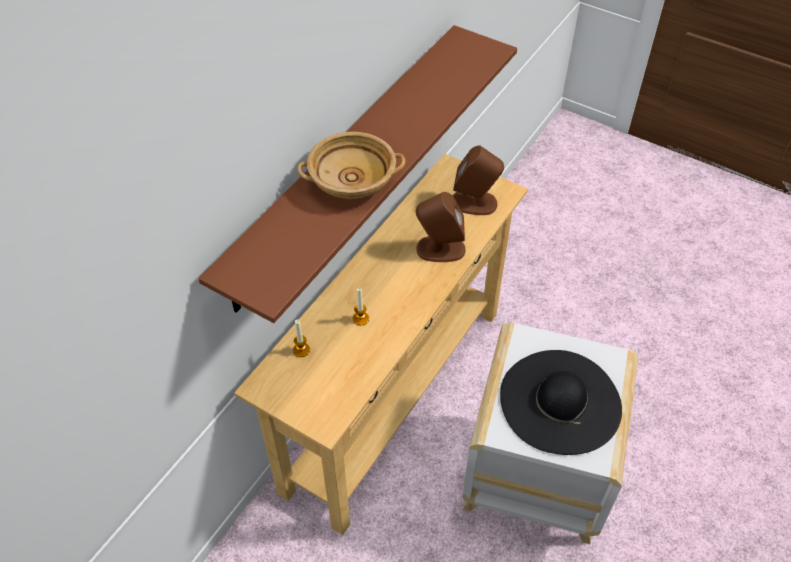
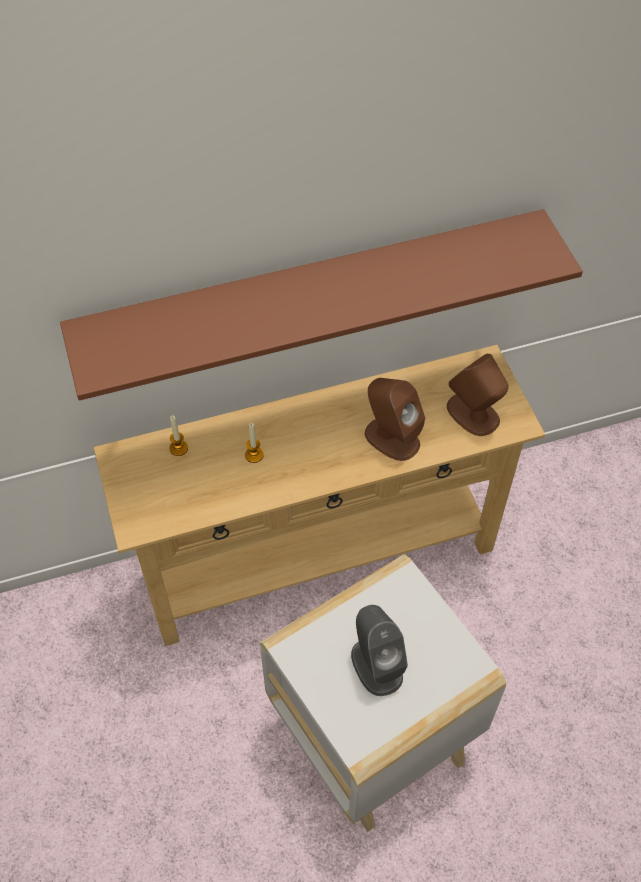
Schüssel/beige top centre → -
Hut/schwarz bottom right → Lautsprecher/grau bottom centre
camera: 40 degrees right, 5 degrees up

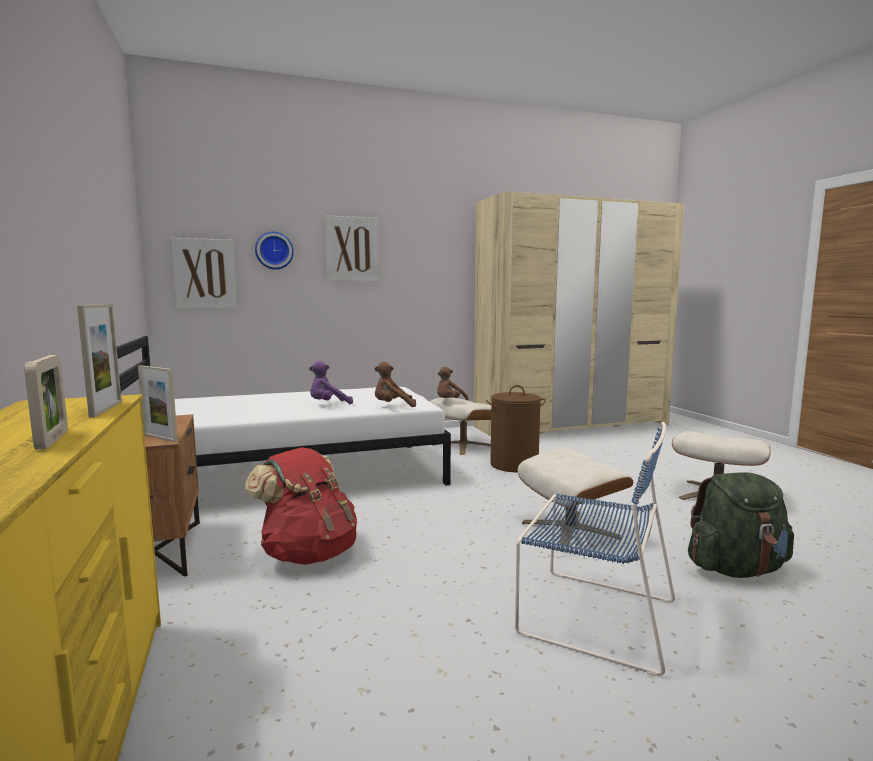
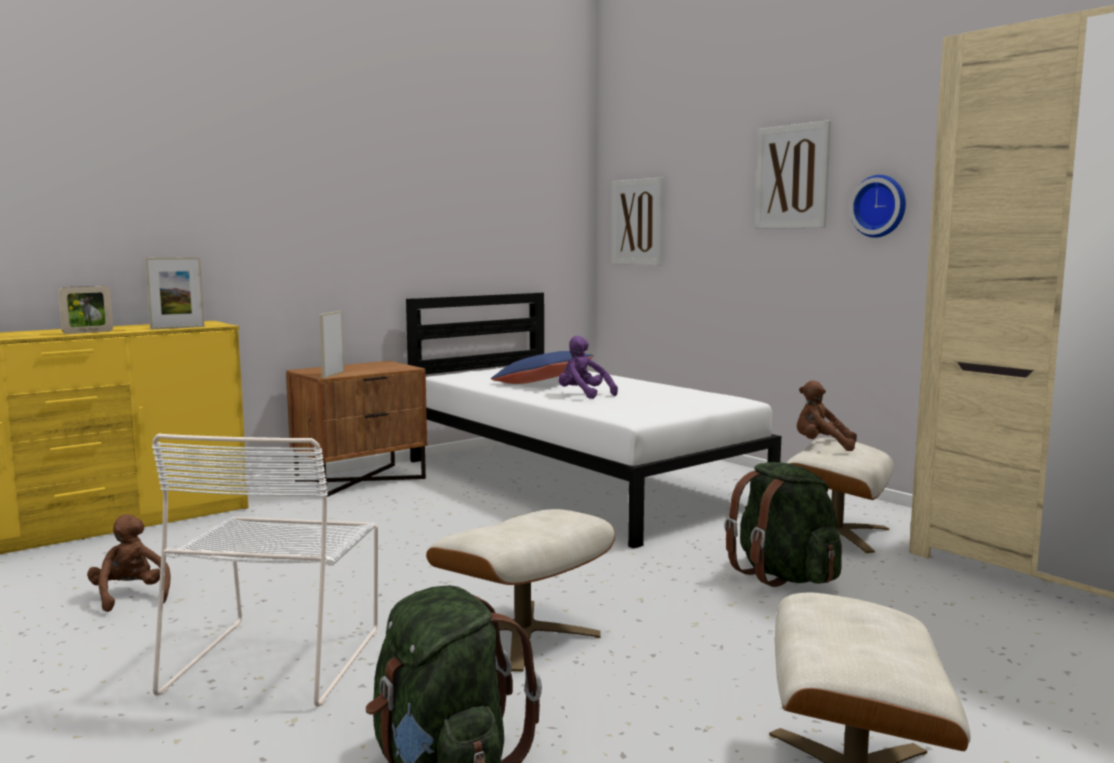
Rucksack/rot centre → -
Wanduhr top left → Wanduhr top right, relocated
Plüschtier/braun (no. 1 from left) centre → Plüschtier/braun (no. 1 from left) bottom left, relocated
Wäschekorb/braun centre → Rucksack/grün (no. 2 from left) bottom right
Stuhl/blau bottom right → Stuhl/weiß bottom left
- → Kissen/blau centre
camera: 70 degrees right, 0 degrees up

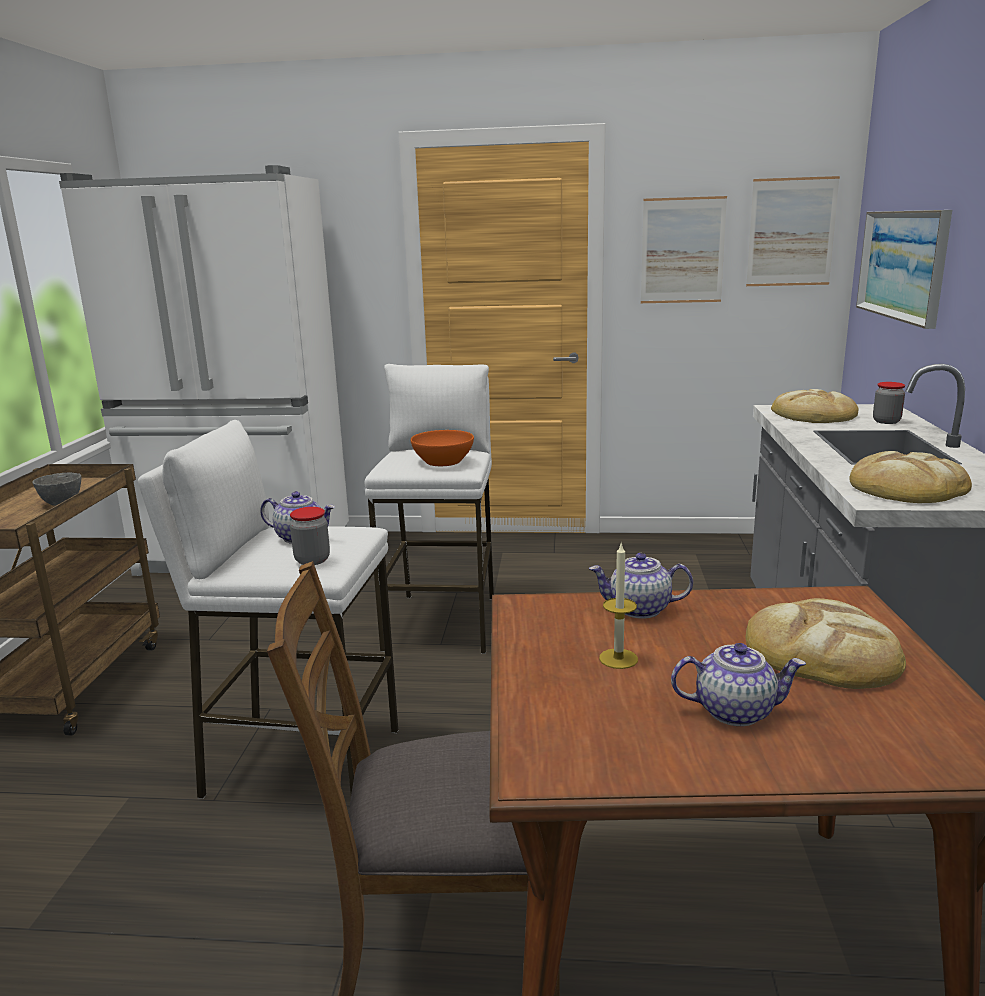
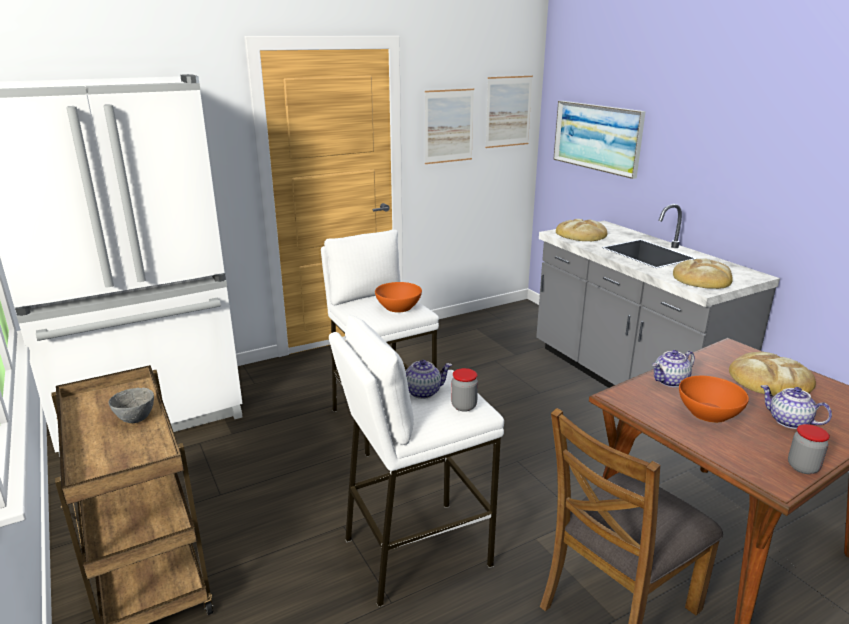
Kerze centre → Schüssel/orange (no. 2 from left) middle right
Teekanne (no. 3 from left) bottom right → Teekanne (no. 3 from left) middle right, 105 degrees counterclockwise
Vorratsglas (no. 2 from left) middle right → Vorratsglas (no. 2 from left) bottom right, relocated
camera: 35 degrees left, 5 degrees up

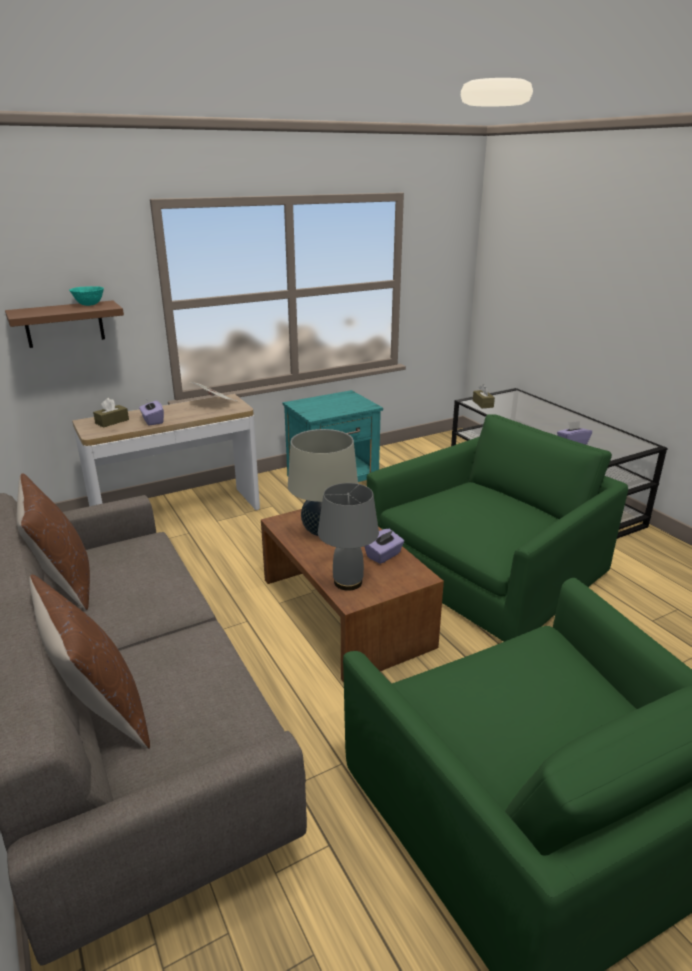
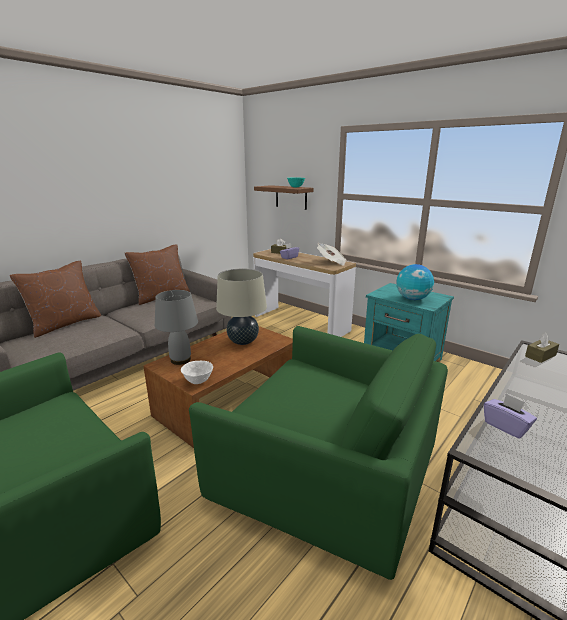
Taschentuchbox/lila (no. 2 from left) centre → -
- → Schüssel/weiß centre
- → Globus middle right
camera: 70 degrees right, 5 degrees down

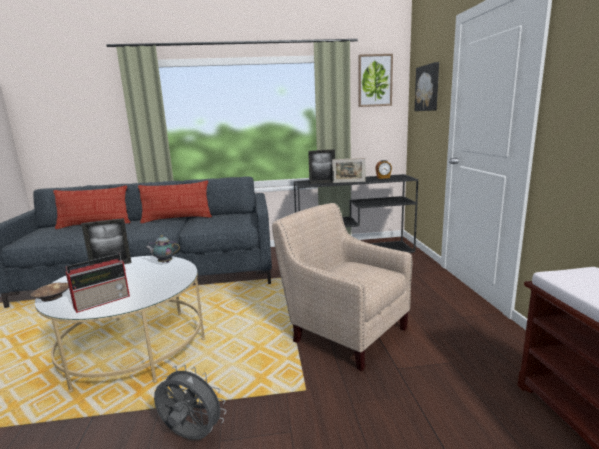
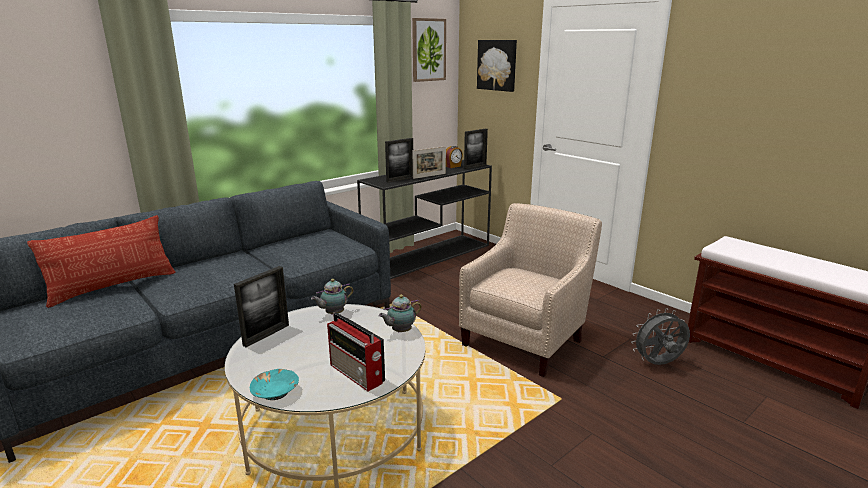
Schüssel/braun middle left → Schüssel/türkis bottom left
Radio middle left → Radio bottom centre, 120 degrees clockwise
Kissen (no. 2 from left) middle left → -
Ventilator/grau bottom left → Ventilator/grau bottom right, relocated
Sessel/beige centre, 120 degrees clockwise
- → Teekanne (no. 2 from left) centre
- → Bilderrahmen (no. 4 from left) top centre
camera: 35 degrees left, 5 degrees up

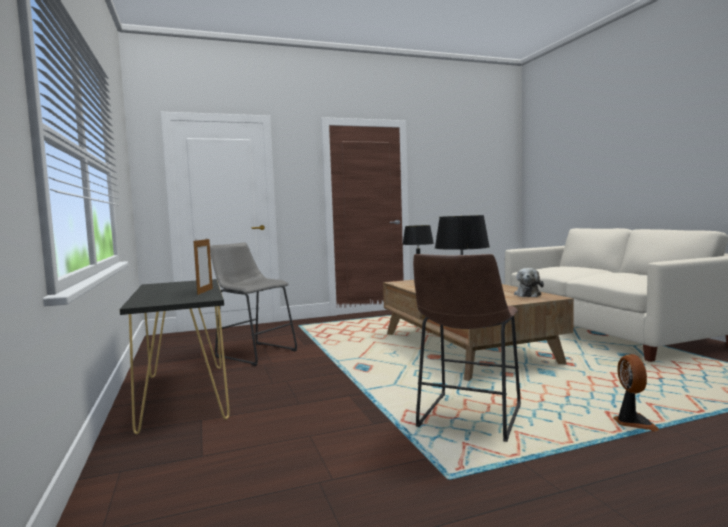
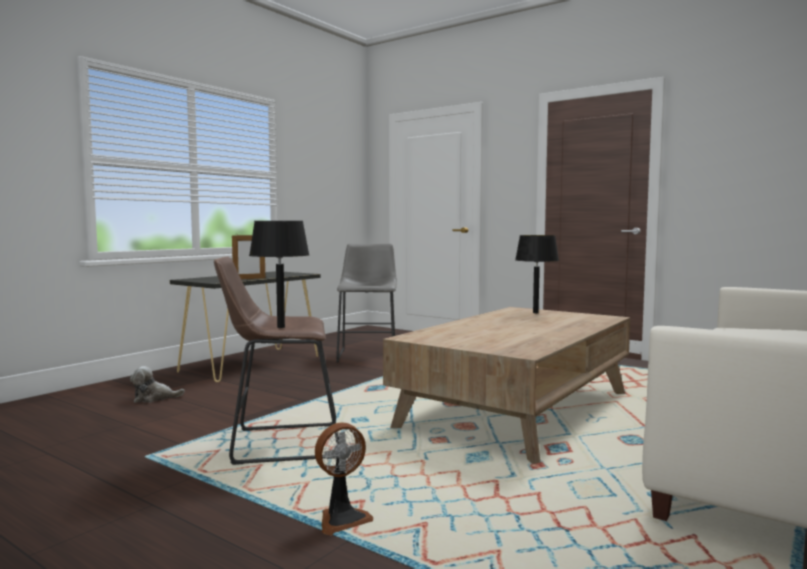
Plüschtier middle right → Plüschtier bottom left, relocated
camera: 55 degrees right, 0 degrees up

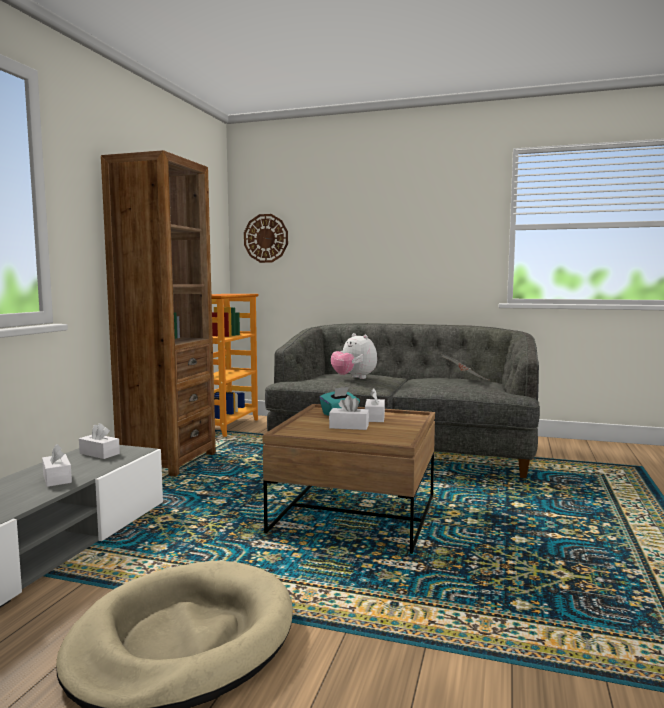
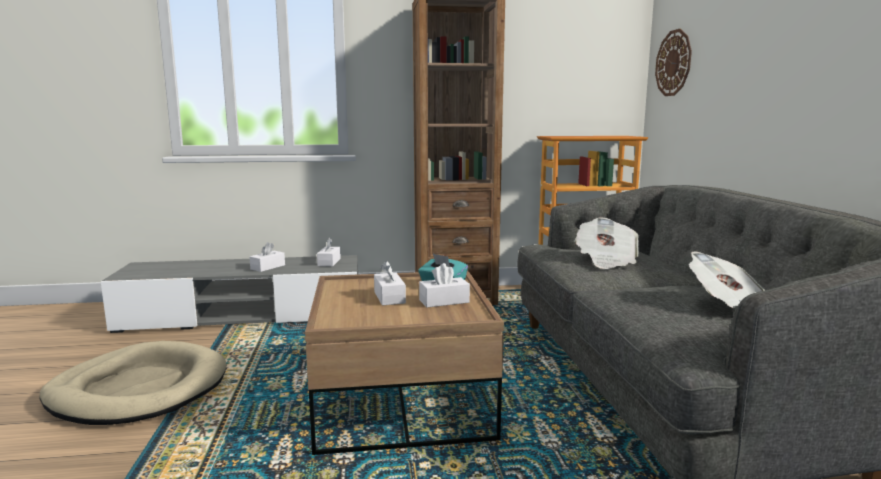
Plüschtier centre → Zeitung (no. 1 from left) middle right
camera: 65 degrees right, 5 degrees up

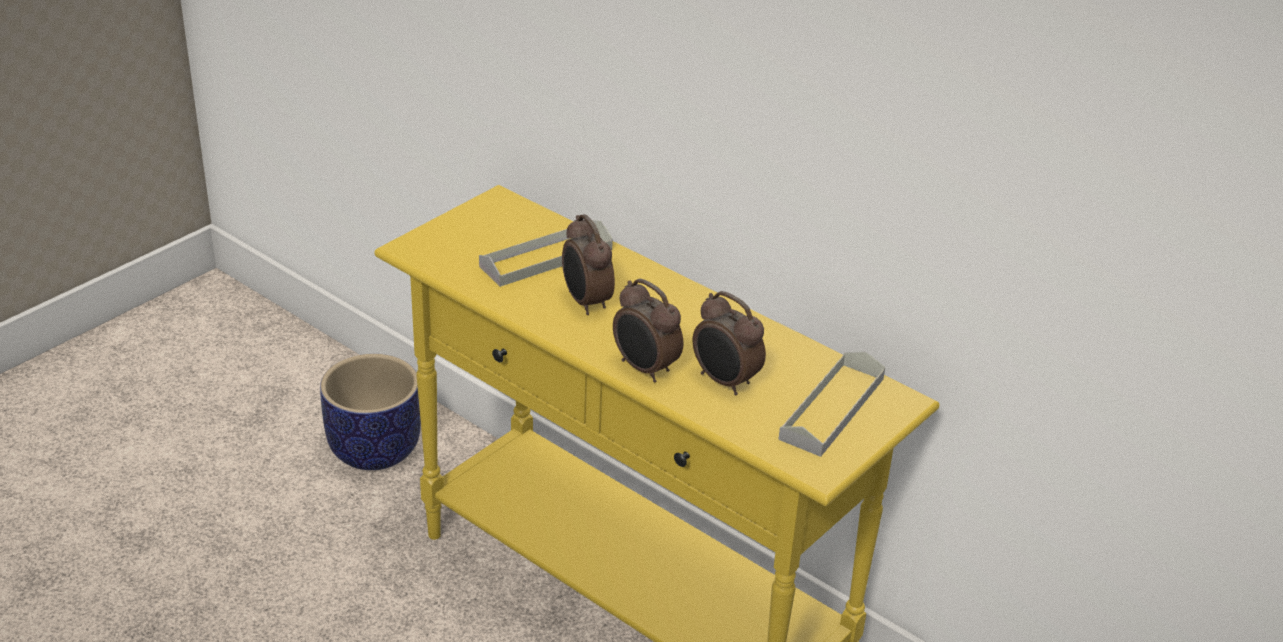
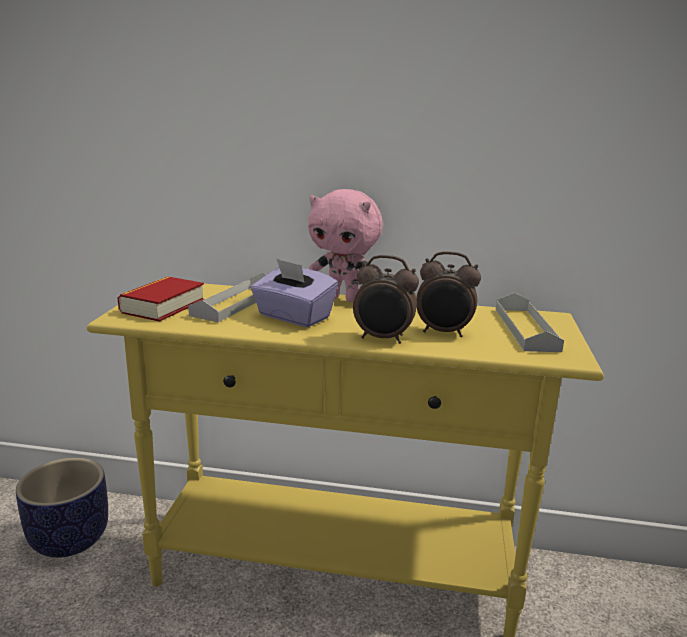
Wecker (no. 1 from left) centre → Taschentuchbox/lila centre
- → Buch middle left
- → Plüschtier/rosa centre
camera: 30 degrees left, 15 degrees down

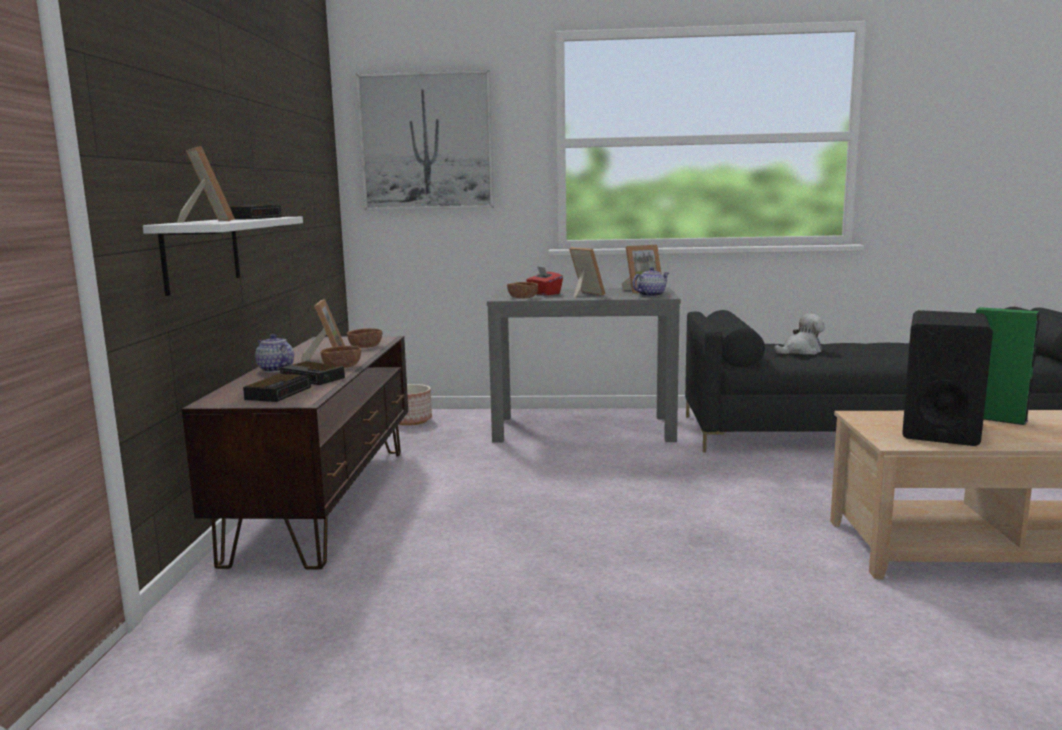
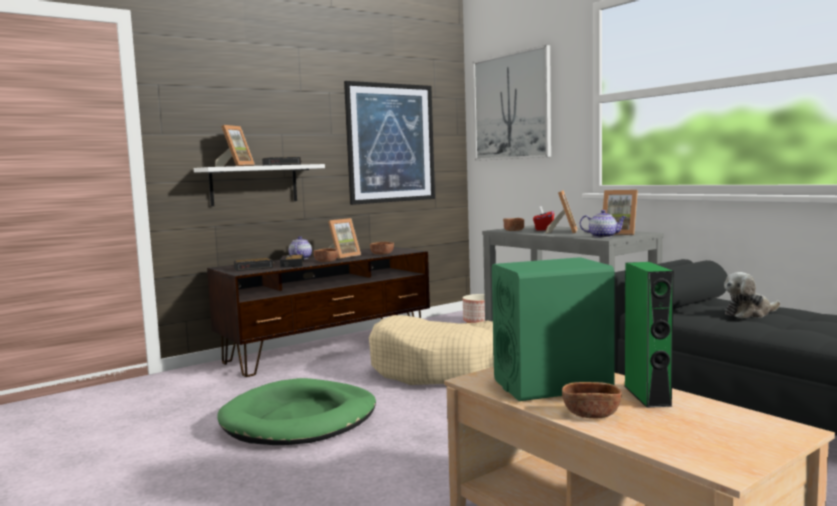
Plüschtier middle right, 135 degrees clockwise
Lautsprecher/schwarz middle right → Lautsprecher/grün (no. 1 from left) centre
- → Hundebett/grün bottom centre
- → Bild (no. 1 from left) top centre
- → Hundebett/beige bottom centre
- → Schüssel/braun (no. 4 from left) bottom right
camera: 50 degrees right, 5 degrees down

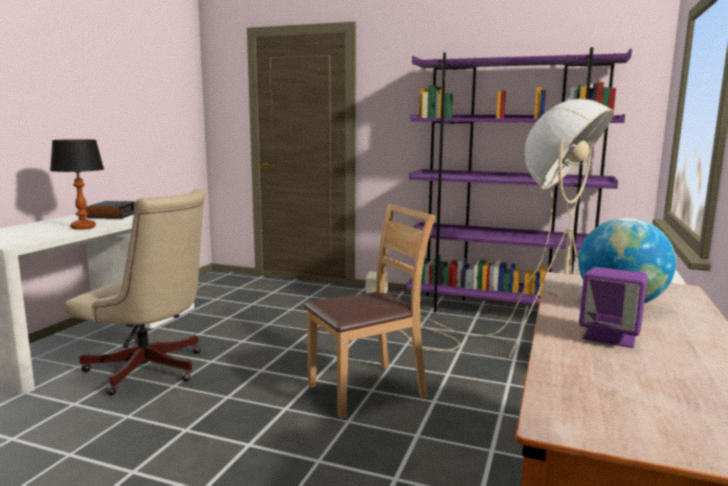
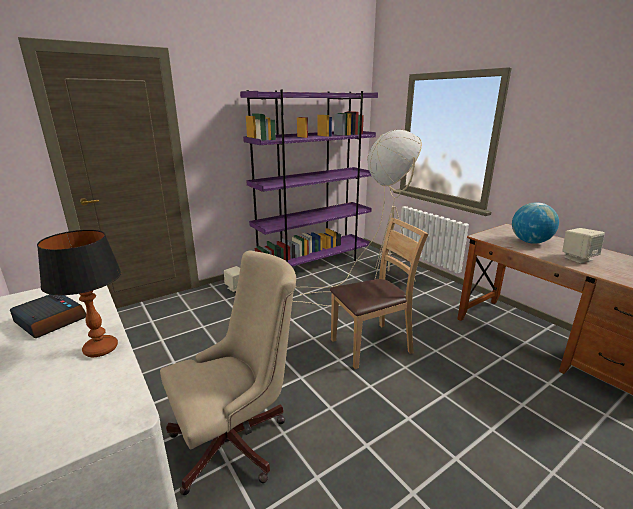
Stuhl/braun centre, 60 degrees clockwise
Lautsprecher/lila middle right → Lautsprecher/beige (no. 2 from left) middle right
camera: 55 degrees left, 10 degrees up

